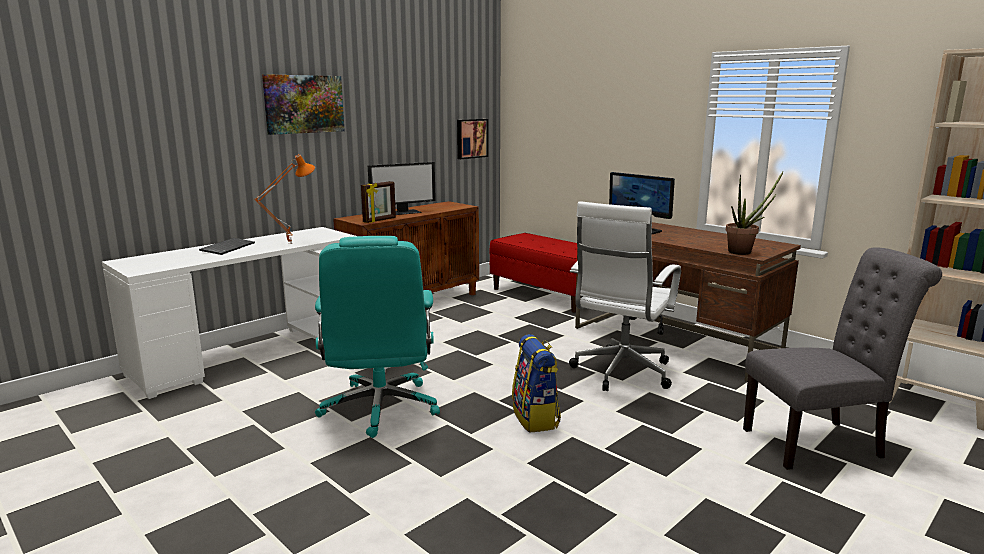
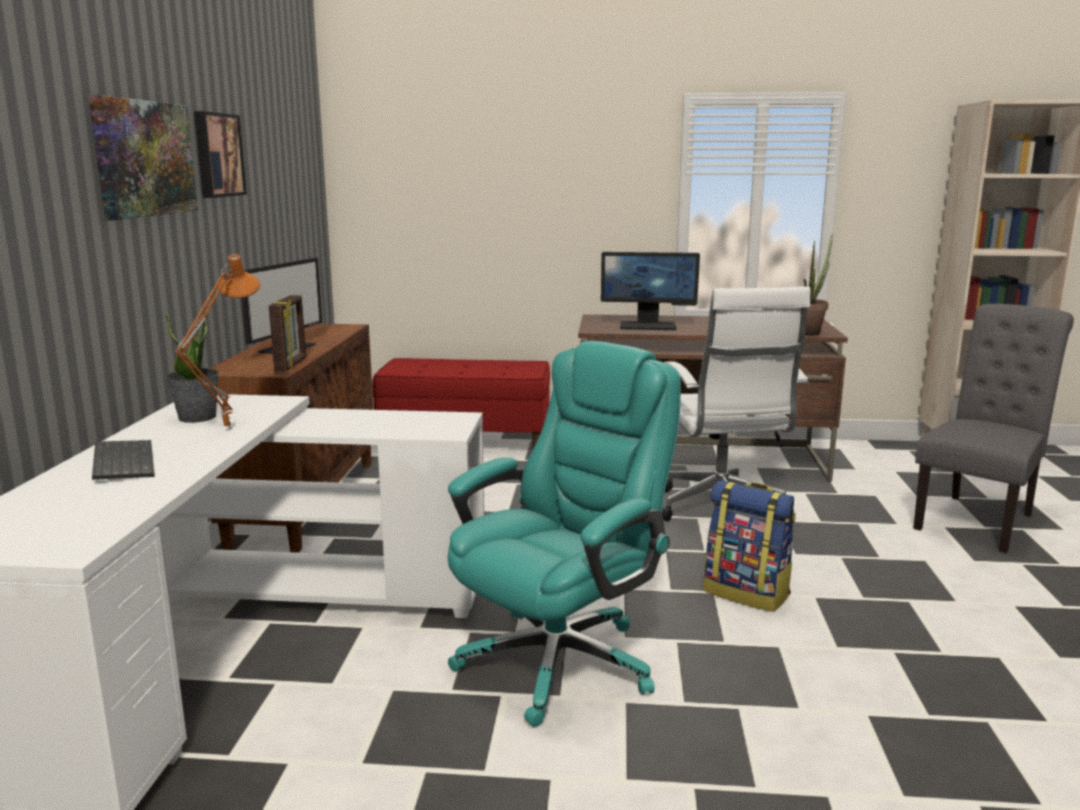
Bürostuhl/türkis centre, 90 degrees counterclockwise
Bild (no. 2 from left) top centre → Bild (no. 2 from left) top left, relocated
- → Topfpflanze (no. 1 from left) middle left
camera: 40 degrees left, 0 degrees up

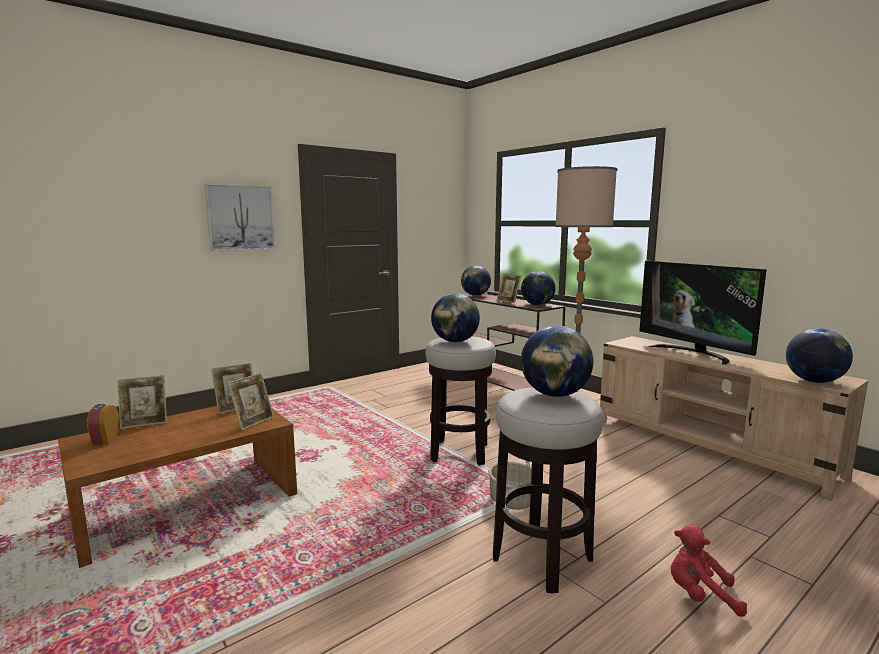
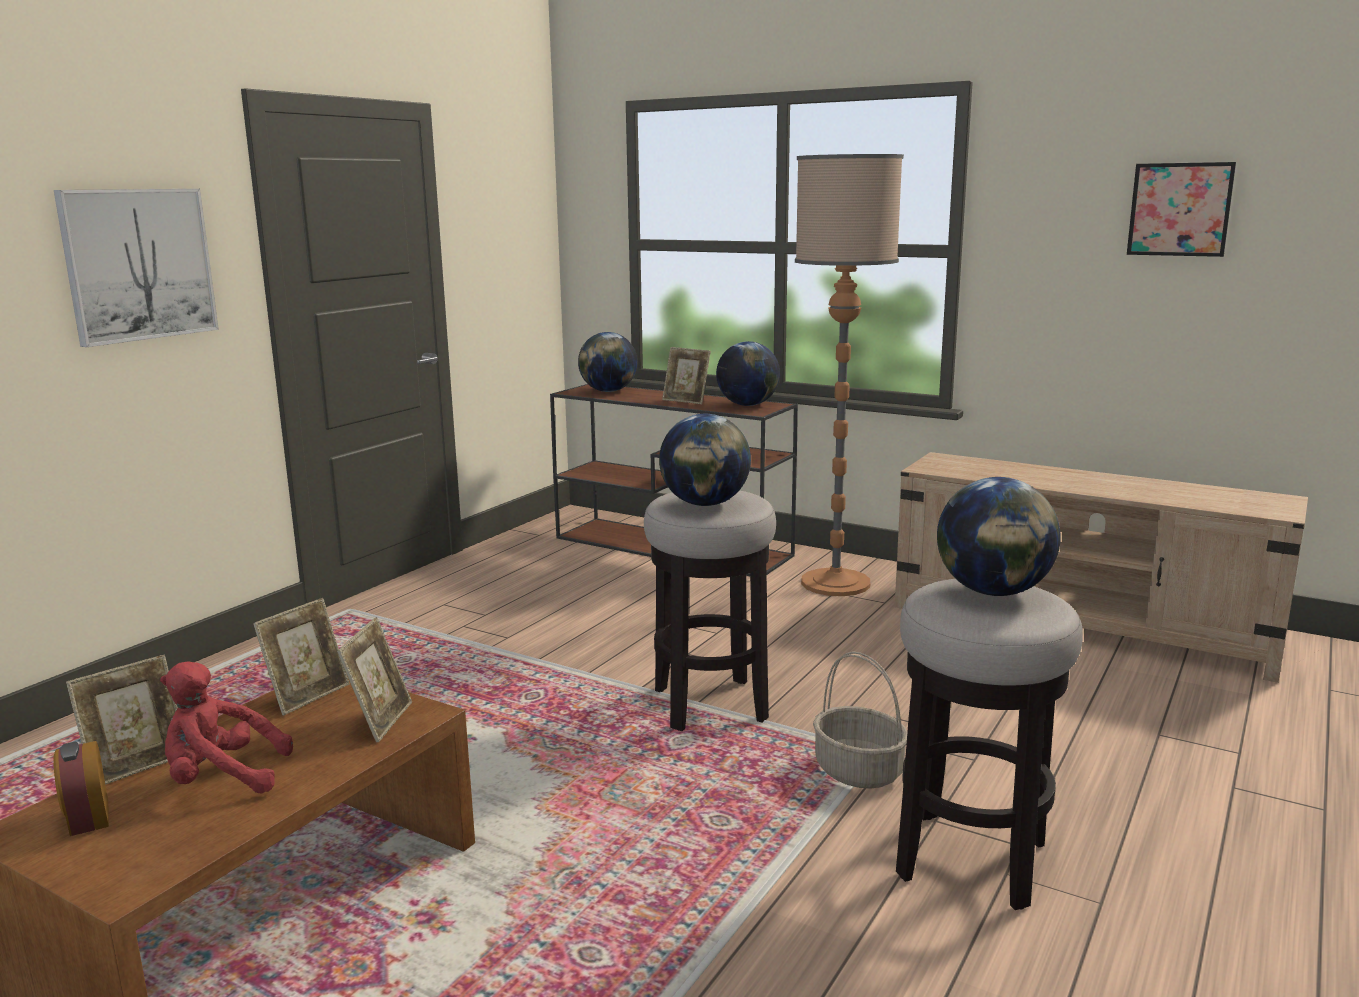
Fernseher middle right → -
Plüschtier/rot bottom right → Plüschtier/rot bottom left, relocated
Globus (no. 5 from left) middle right → -
- → Bild (no. 2 from left) top right
camera: 20 degrees left, 5 degrees up

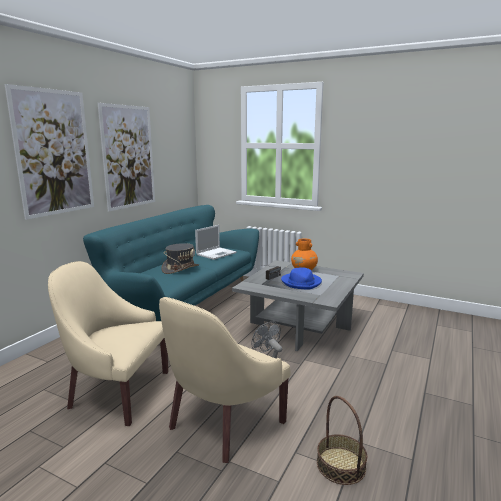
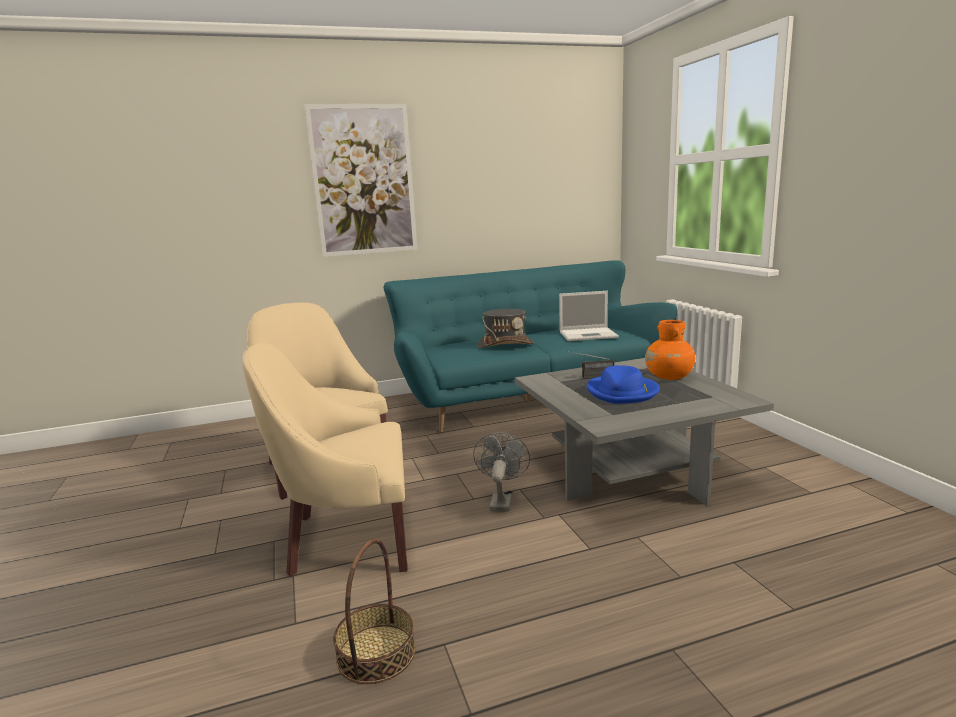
Bild (no. 2 from left) top left → -
camera: 45 degrees right, 0 degrees up

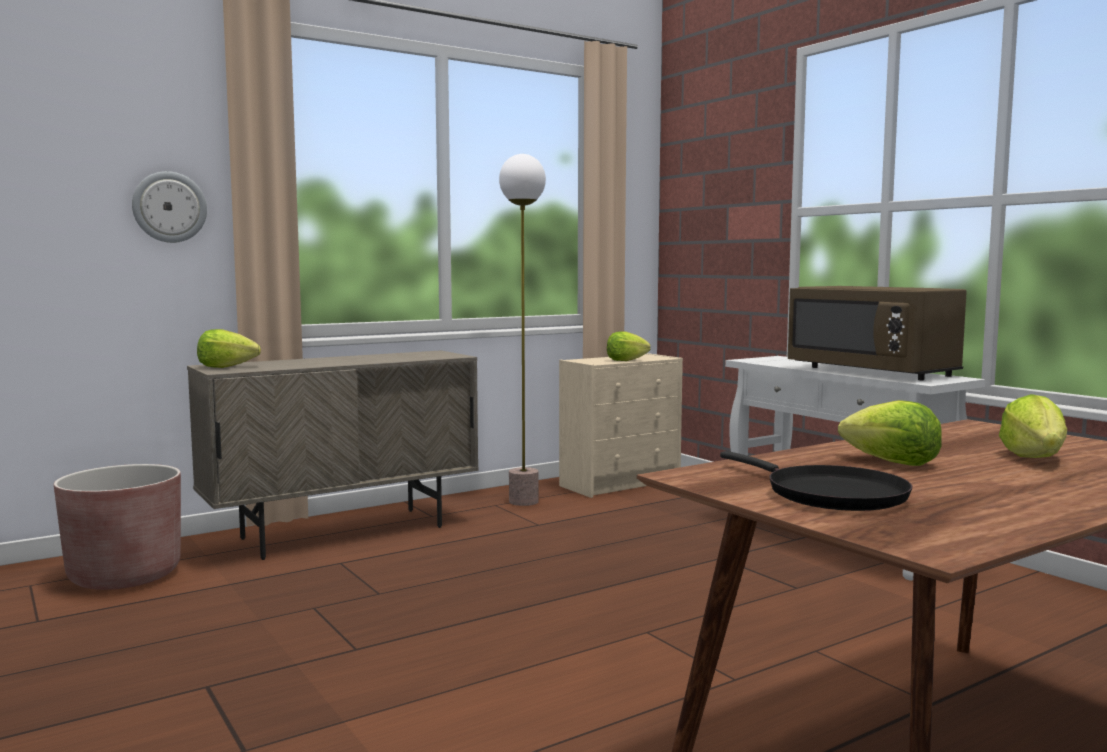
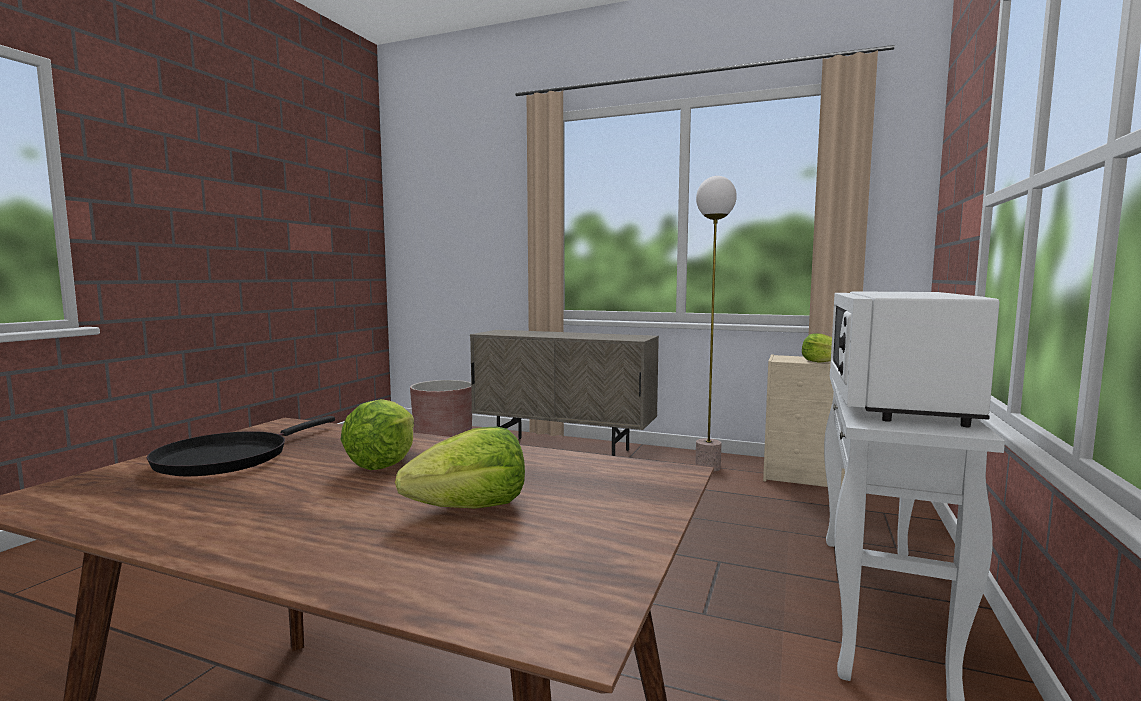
Wanduhr top left → -
Salatkopf (no. 1 from left) middle left → -
Mikrowelle/braun middle right → Mikrowelle/weiß middle right
camera: 55 degrees right, 0 degrees up

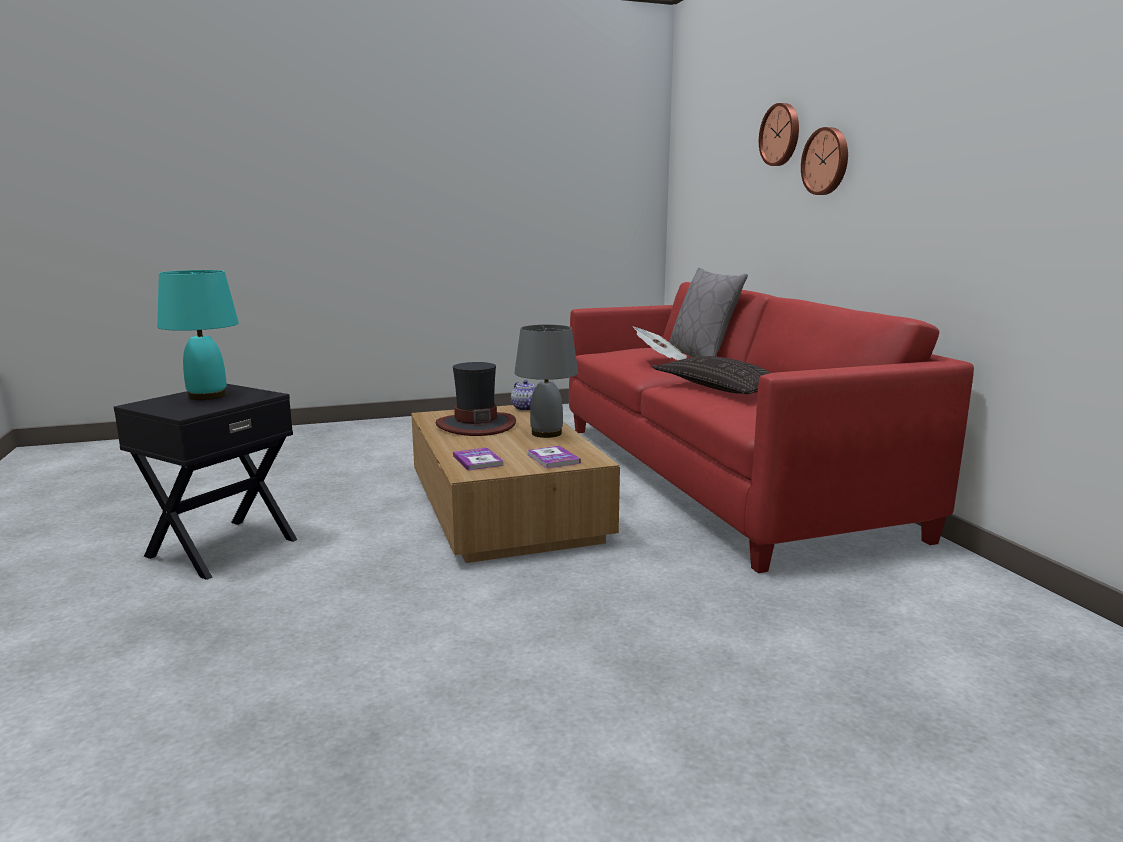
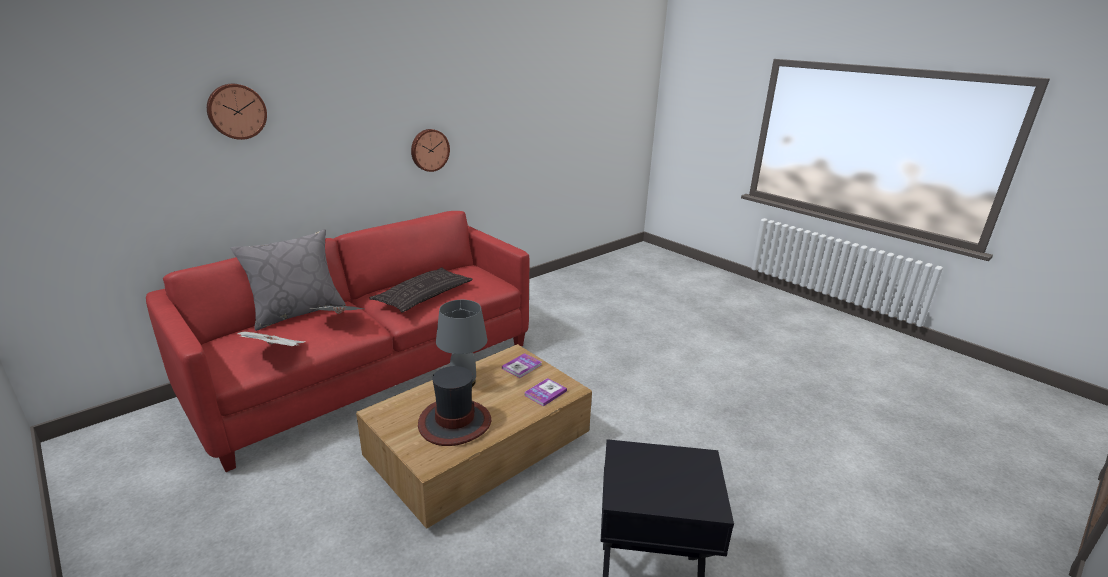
Tischlampe/türkis middle left → -
Teekanne centre → -
Wanduhr (no. 2 from left) top right → Wanduhr (no. 2 from left) top centre, relocated
- → Zeitung (no. 1 from left) middle left
camera: 115 degrees left, 10 degrees up

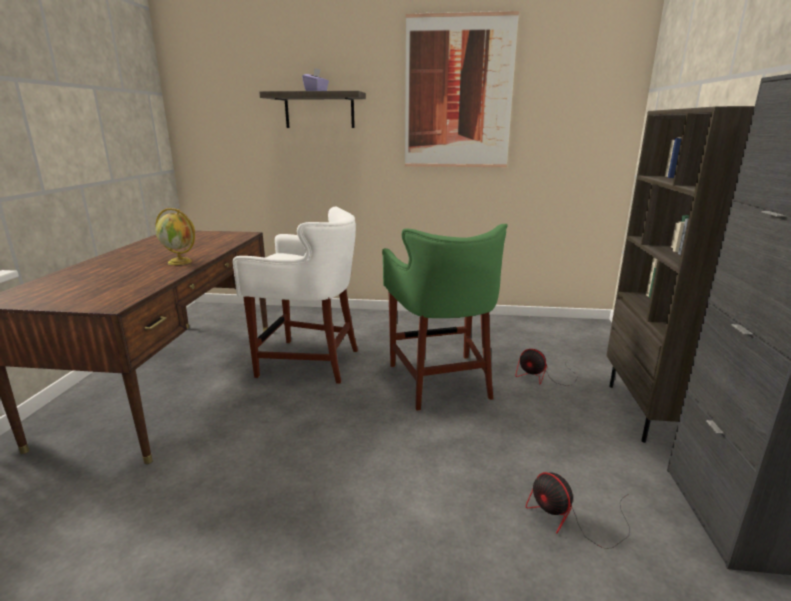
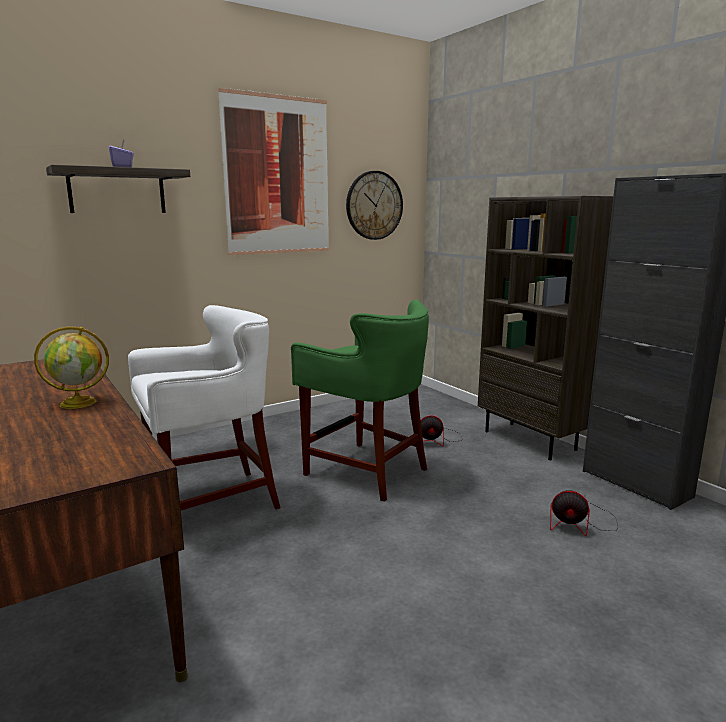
- → Wanduhr top centre
camera: 40 degrees left, 5 degrees down

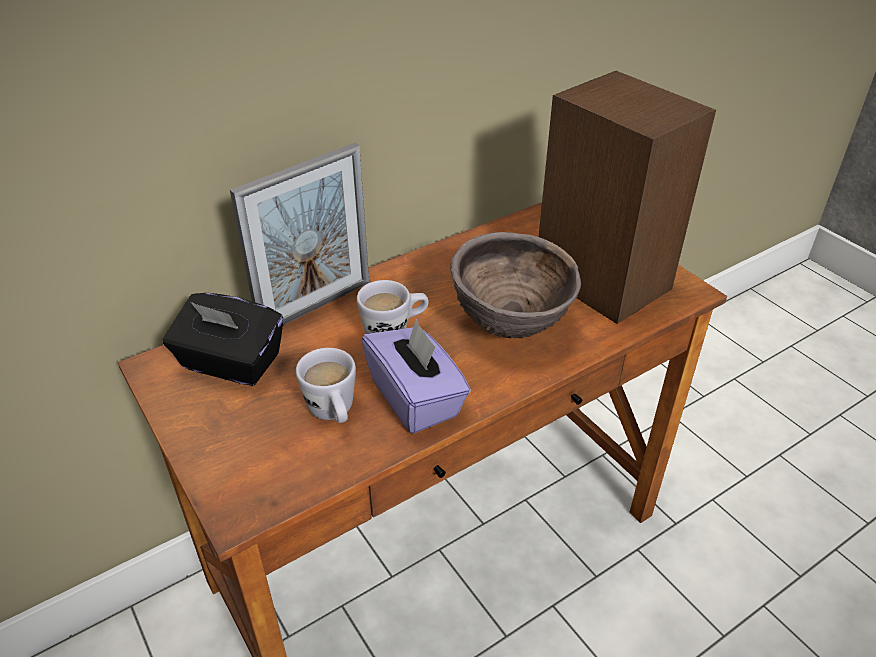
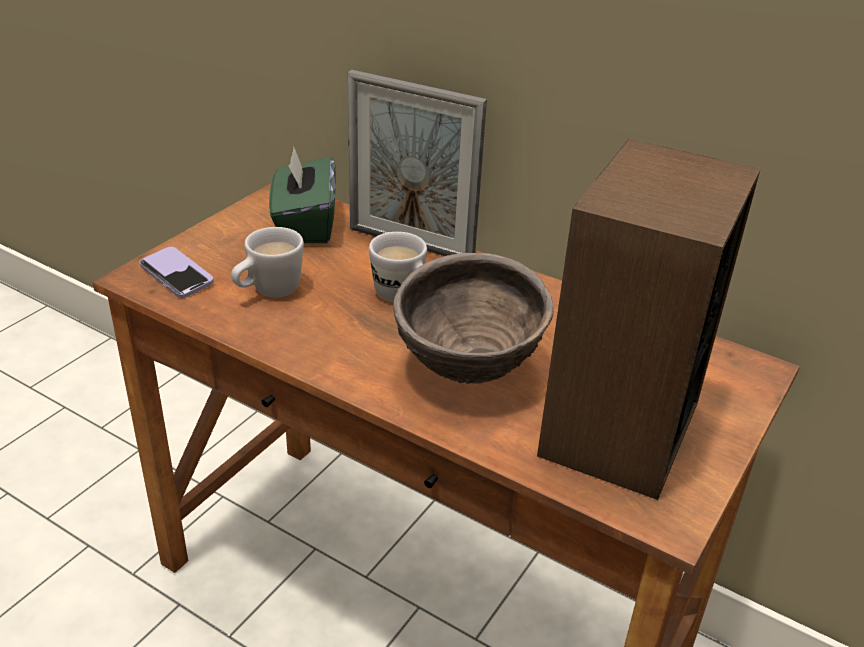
Taschentuchbox/schwarz middle left → Taschentuchbox/grün top centre
Taschentuchbox/lila centre → -
- → Handy middle left
camera: 65 degrees right, 5 degrees down

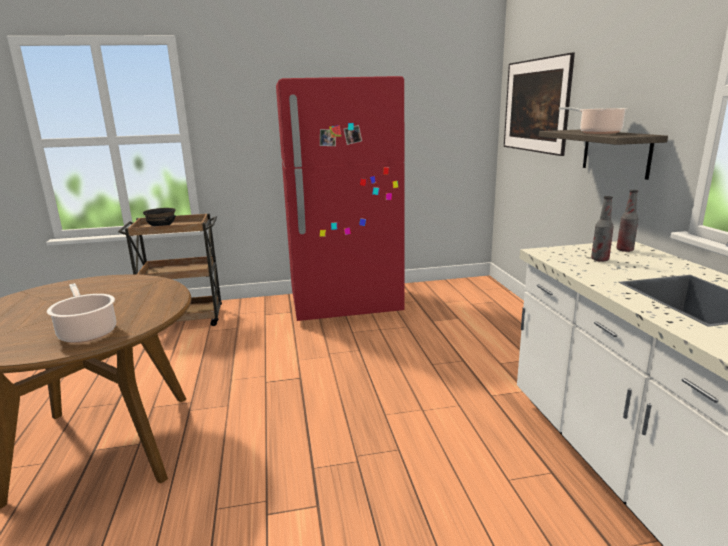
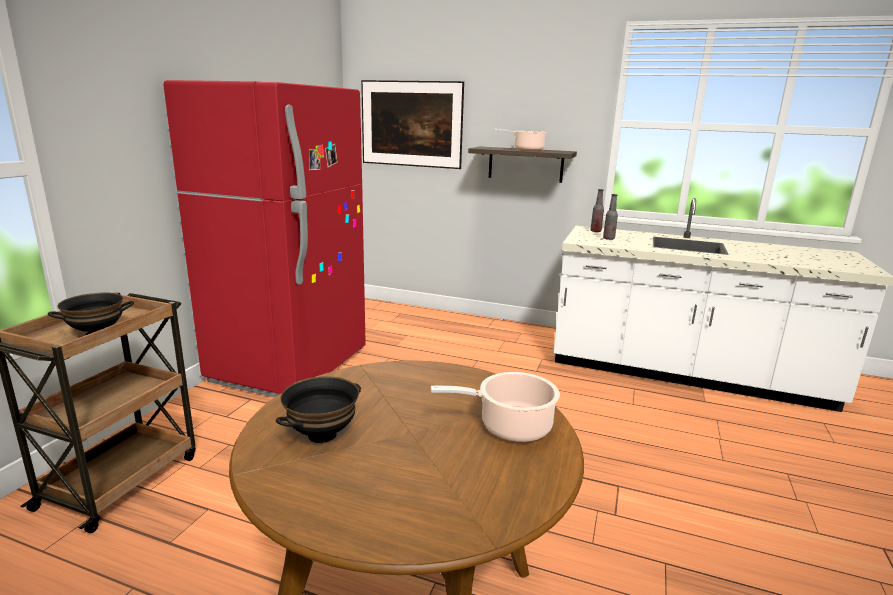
- → Schüssel/schwarz (no. 2 from left) bottom centre
camera: 60 degrees left, 0 degrees up

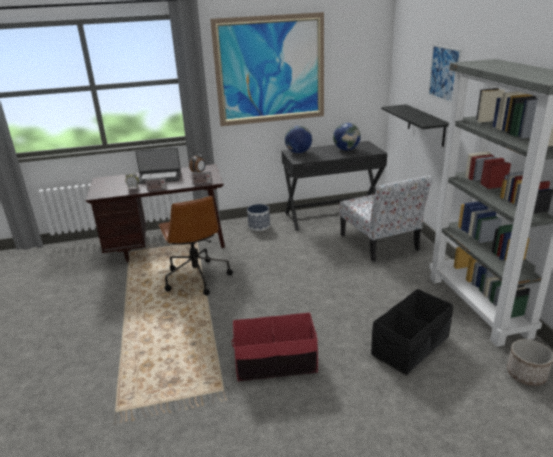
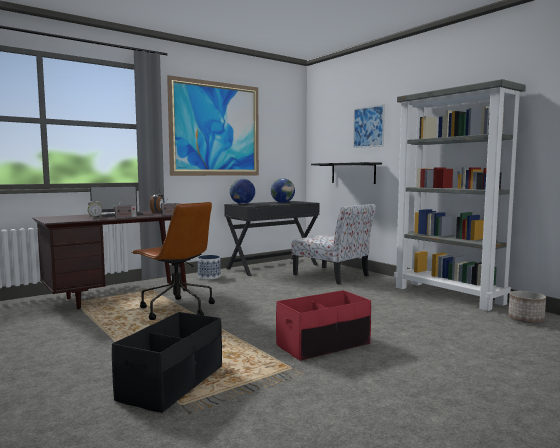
Aufbewahrungsbox/schwarz bottom right → Aufbewahrungsbox/schwarz bottom left, relocated
camera: 25 degrees left, 20 degrees down

